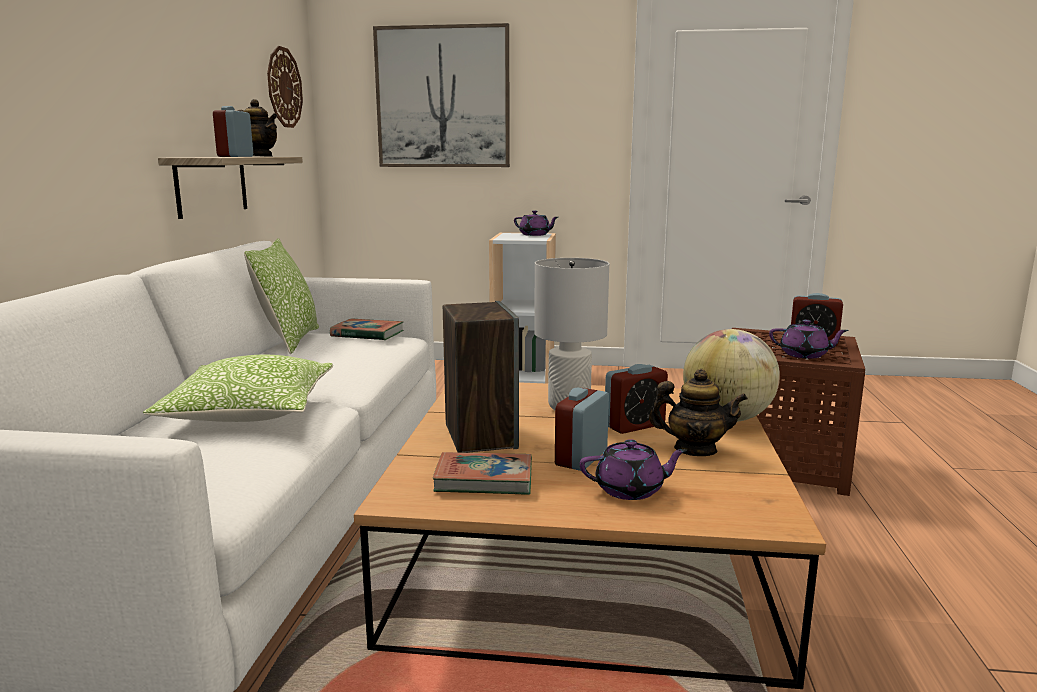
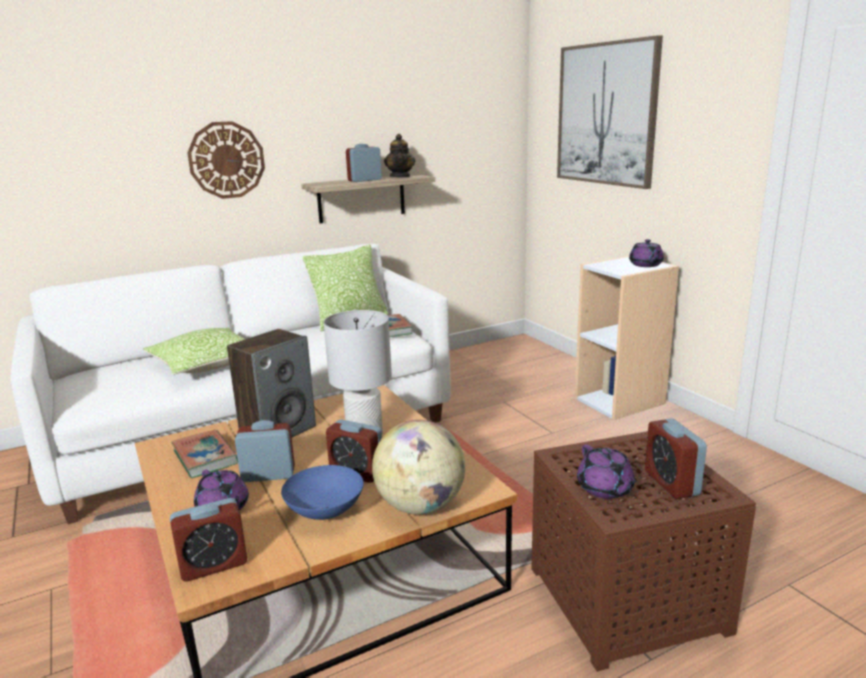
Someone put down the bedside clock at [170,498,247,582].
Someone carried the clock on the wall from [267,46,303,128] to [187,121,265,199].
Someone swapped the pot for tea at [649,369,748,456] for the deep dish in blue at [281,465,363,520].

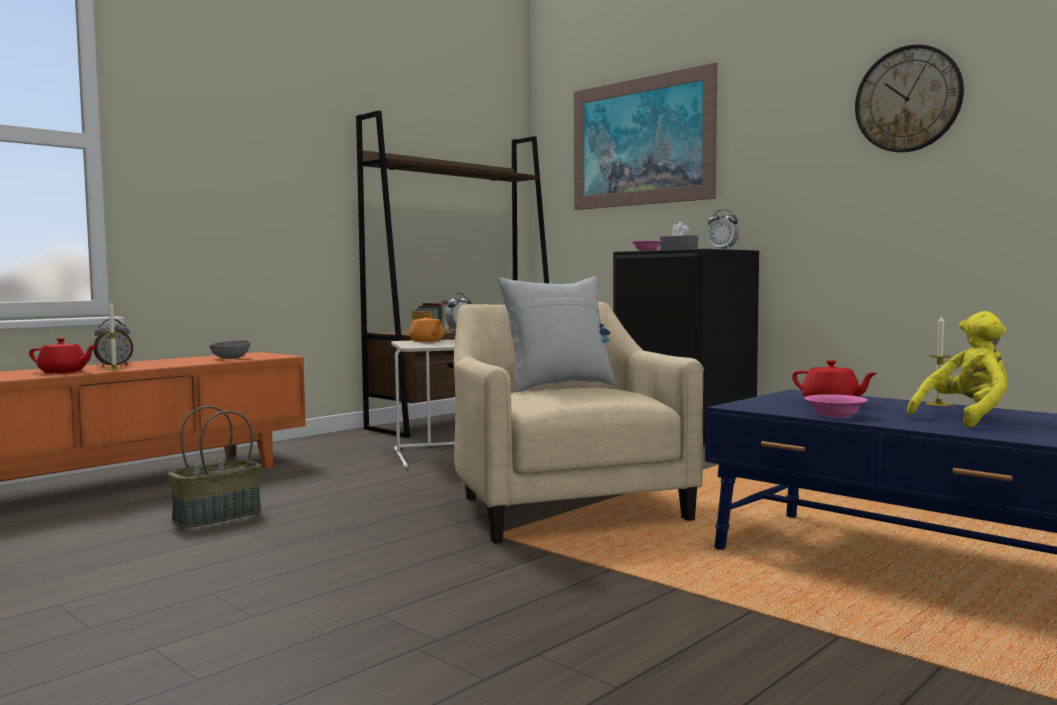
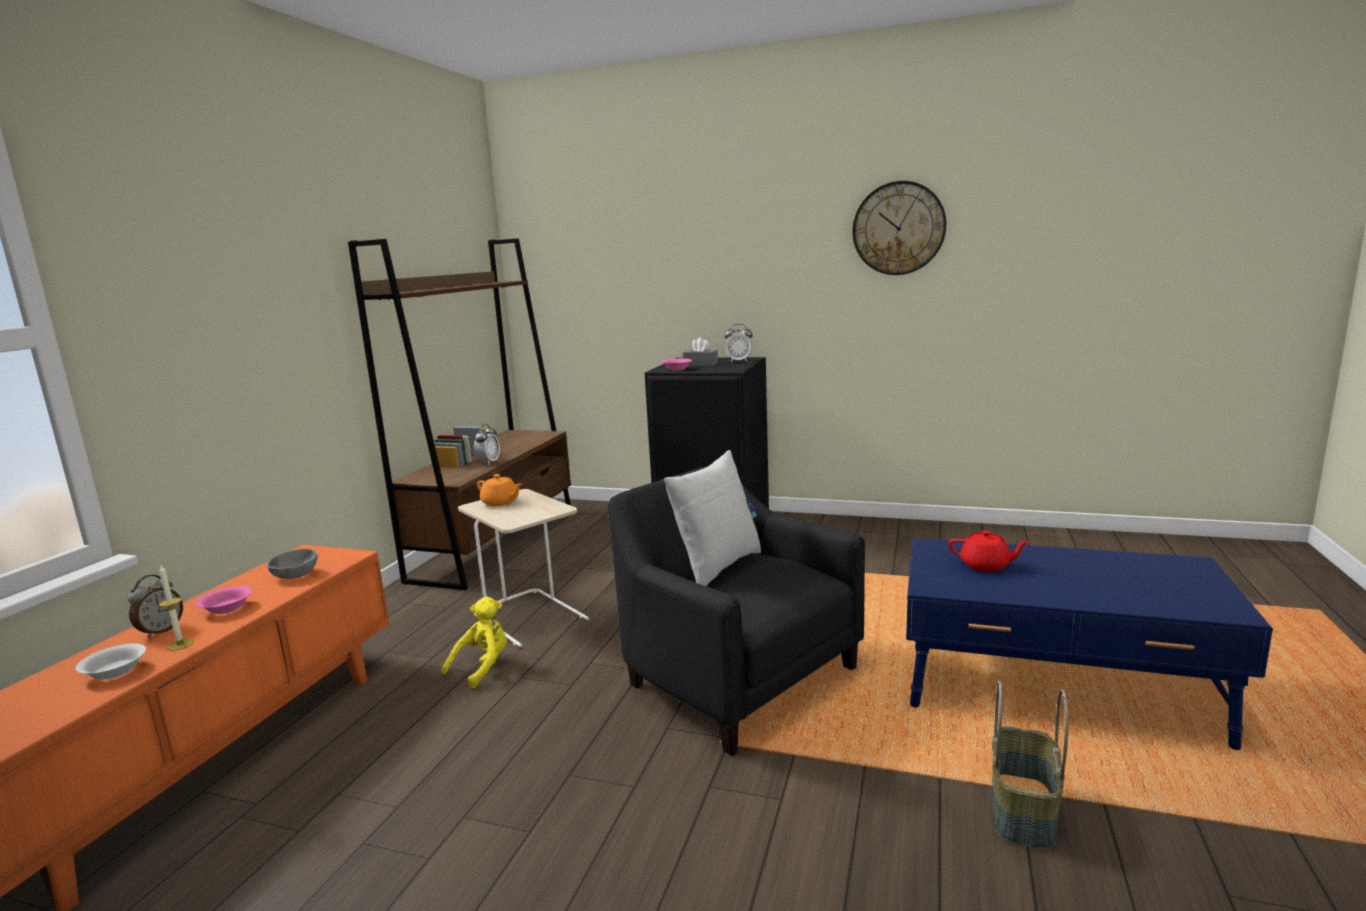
Someone took away the wall picture at [574,62,717,210].
Someone took away the candle at [925,315,952,406].
Someone carried the household basket from [168,406,262,528] to [992,681,1068,850].
Someone carried the deep dish in pinkish from [804,394,868,418] to [196,586,252,614].
Someone carried the soft toy in yellowish from [907,311,1008,428] to [442,596,507,688].
Someone swapped the pot for tea in red at [29,338,97,373] for the deep dish in white-coloured at [76,643,146,680].
Someone repainted the armchair in beige-coloured at [453,302,704,543], which became the armchair in black-coloured at [608,465,865,756].

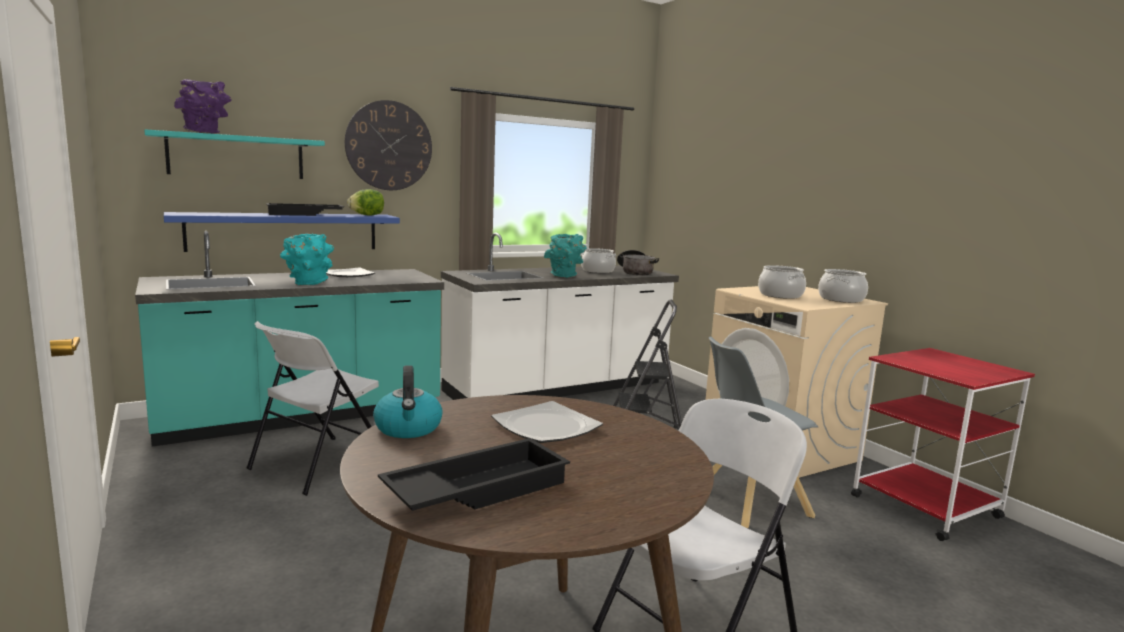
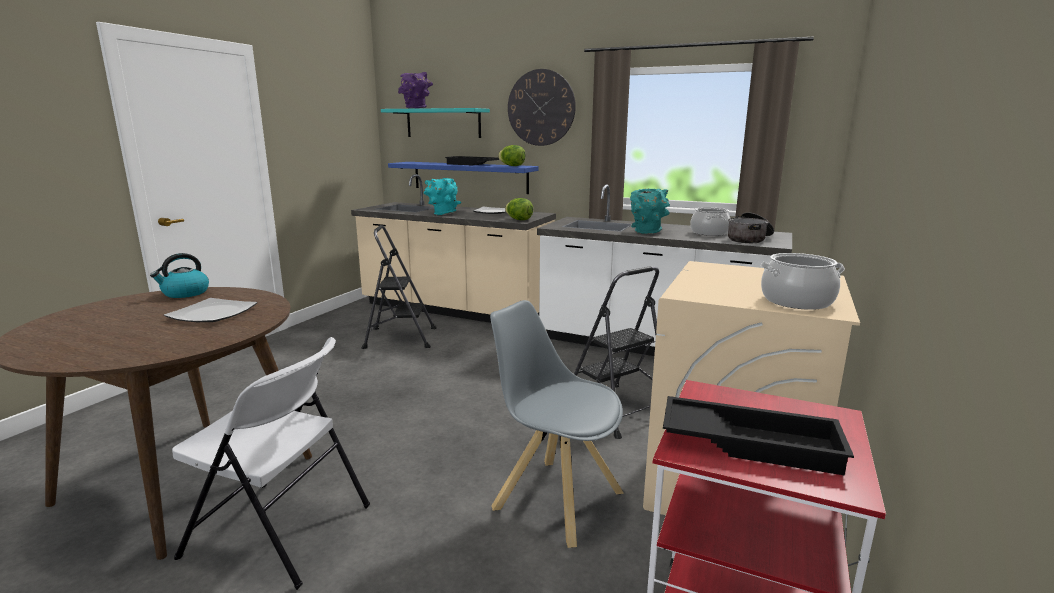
Someone took away the saucepot at [758,265,806,299].
Someone put down the lettuce head at [505,198,533,220].
Someone carried the carrying tray in black-coloured from [378,438,570,511] to [663,396,854,476].
Someone swapped the chair in white-coloured at [247,321,379,496] for the step stool in black-coloured at [361,225,437,349].
Someone repainted the kitchen counter in blue-green at [135,231,444,447], which became the kitchen counter in beige-coloured at [351,174,556,323].

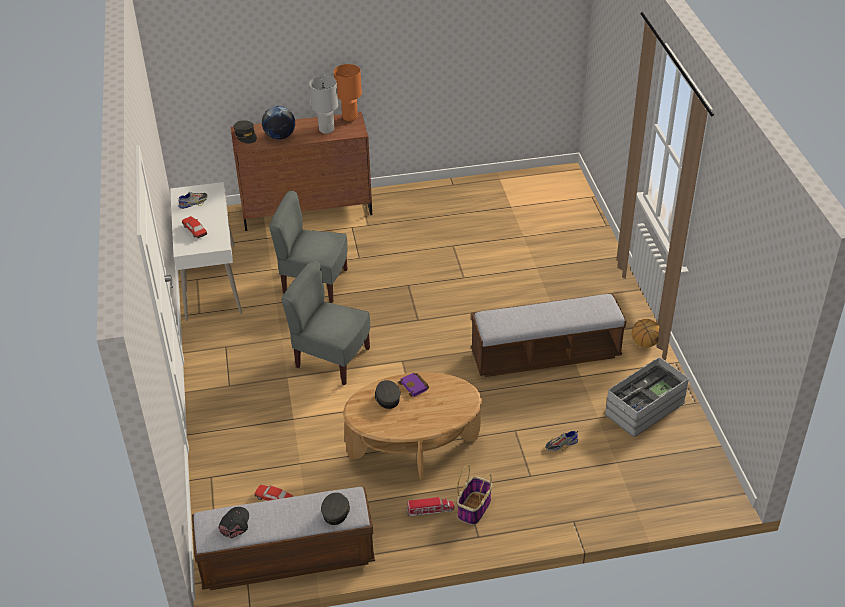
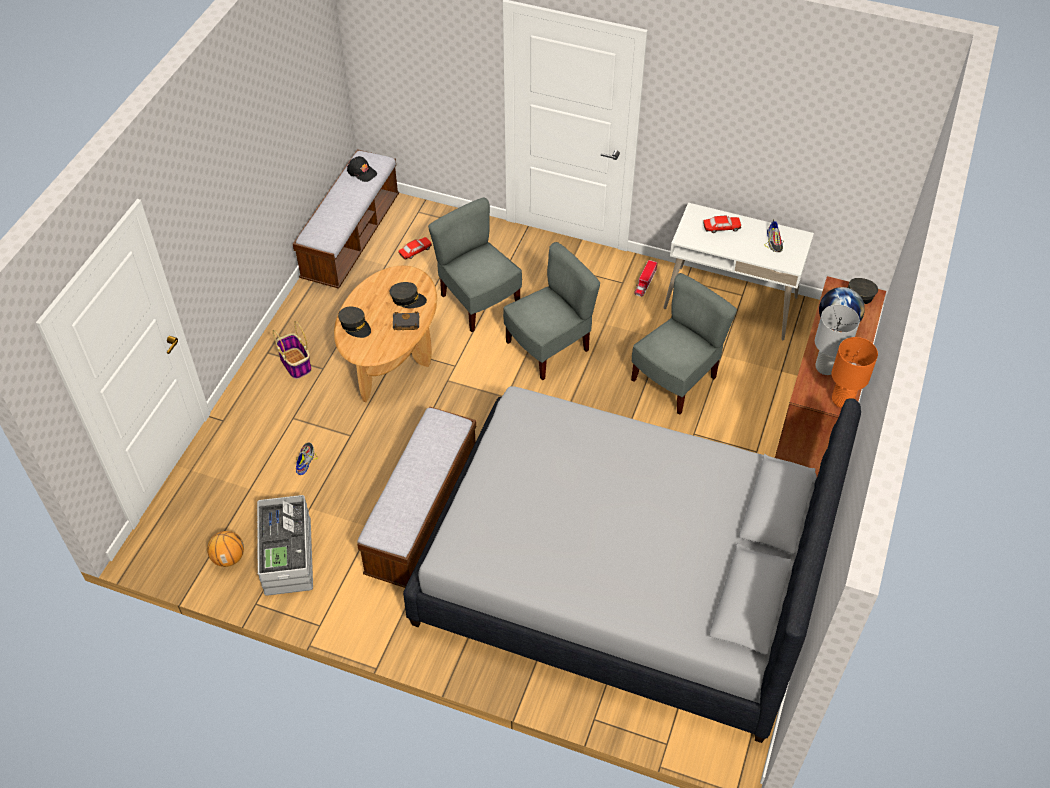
Someone put down the bedroom bed in gray at [403,386,861,743].
Someone put down the chair in gray at [428,197,522,332].
Someone carried the peaked cap in gray from [321,492,350,525] to [338,307,371,338].
Someone carried the toy lorry from [406,497,455,516] to [634,260,657,297].
Someone carried the basketball from [632,319,659,348] to [207,531,244,567].
Someone repainted the book in purple-coloured at [398,373,429,397], which became the book in black-coloured at [393,312,419,330].

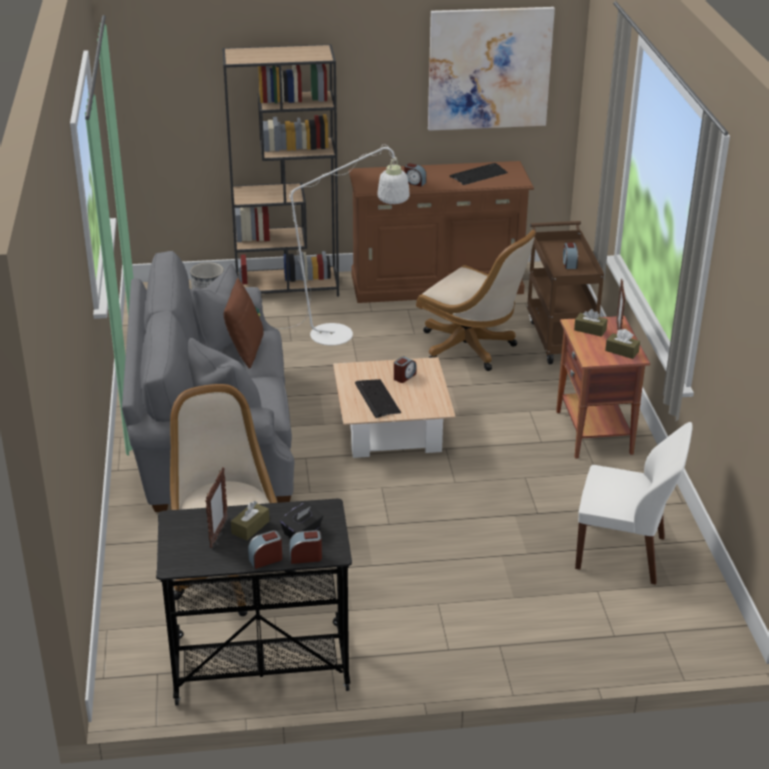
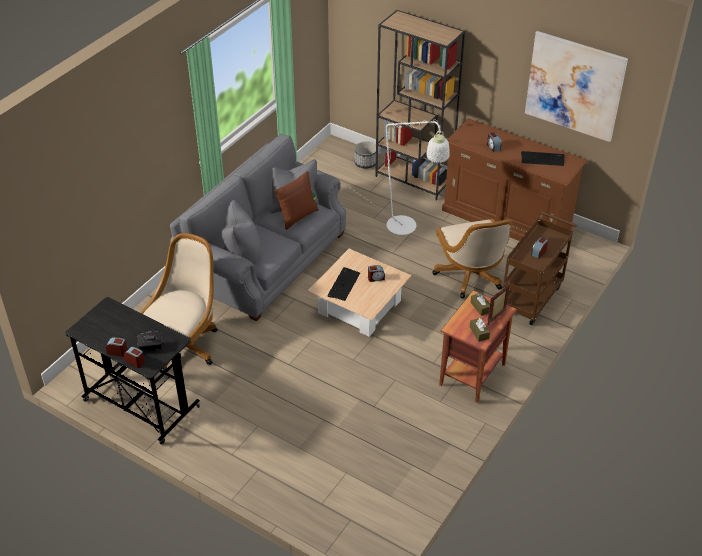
Someone took away the picture frame at [205,467,228,548].
Someone took away the box of tissues in brown-coloured at [231,501,270,540].
Someone took away the chair in white-coloured at [575,422,693,585].

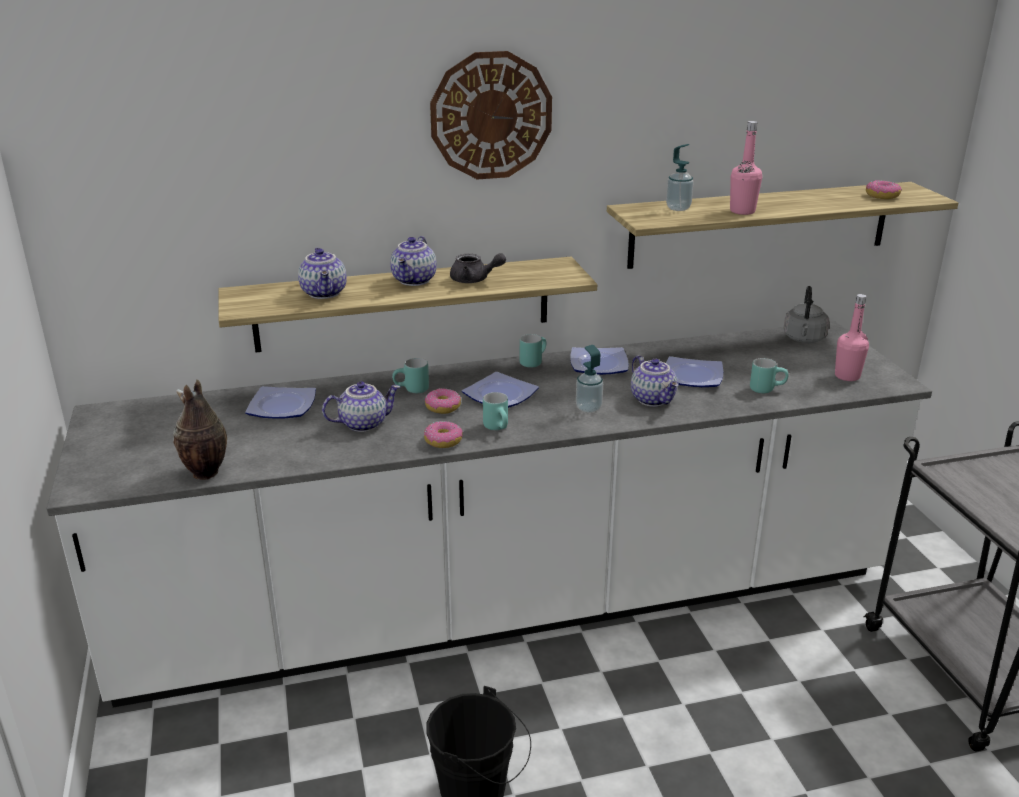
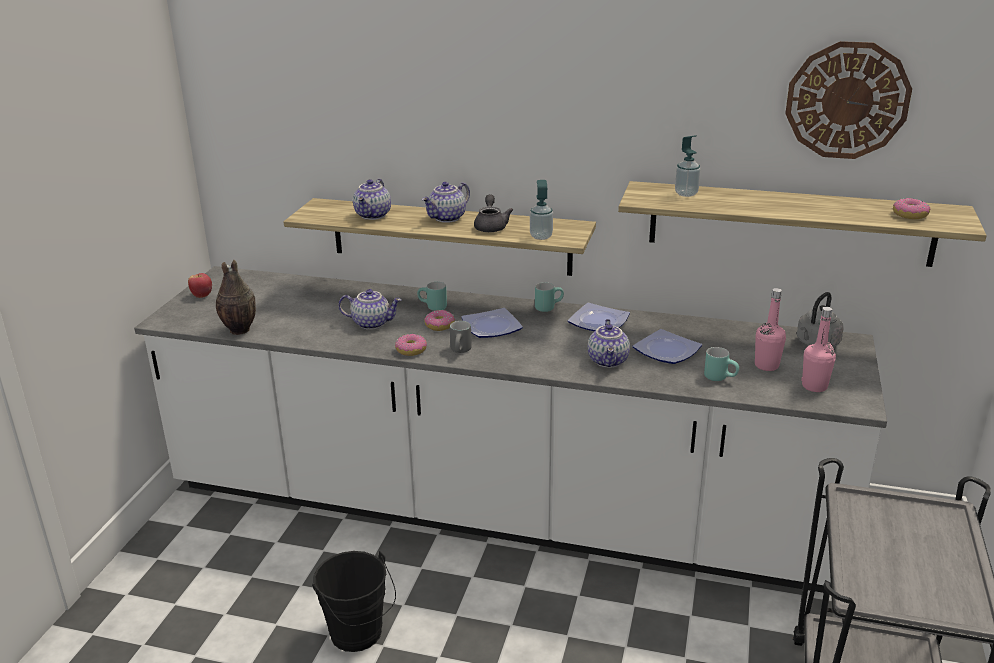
Someone took away the dinner plate at [245,386,316,419].
Someone put down the whole apple at [188,273,212,298].
Someone carried the clock on the wall from [430,51,552,179] to [785,41,912,159].
Someone carried the soap dispenser from [576,345,603,413] to [530,180,553,240].
Someone carried the bottle in pinkish from [730,121,762,215] to [755,288,786,371].
Someone repainted the tea mug in blue-green at [483,392,508,430], which became the tea mug in gray at [450,321,472,353].
Someone rotated the pot for tea in gray at [450,253,506,283] by 135 degrees counterclockwise.

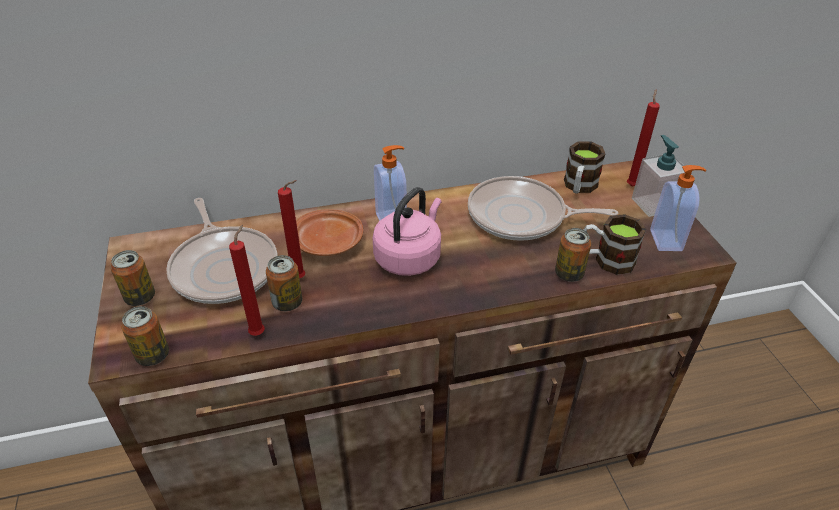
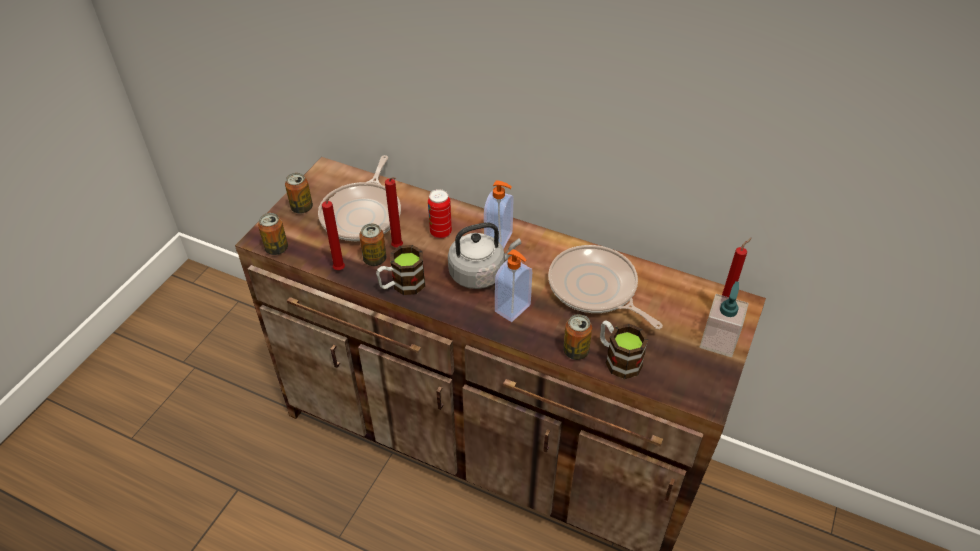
Someone carried the tea mug from [564,141,606,194] to [376,245,425,295].
Someone carried the soap dispenser from [650,165,706,251] to [495,249,532,322].
Someone swapped the dinner plate in brown-coloured at [296,209,363,256] for the metal can at [428,189,452,239].
Someone repainted the water kettle in pinkish at [373,187,441,276], which became the water kettle in gray at [448,222,521,289].

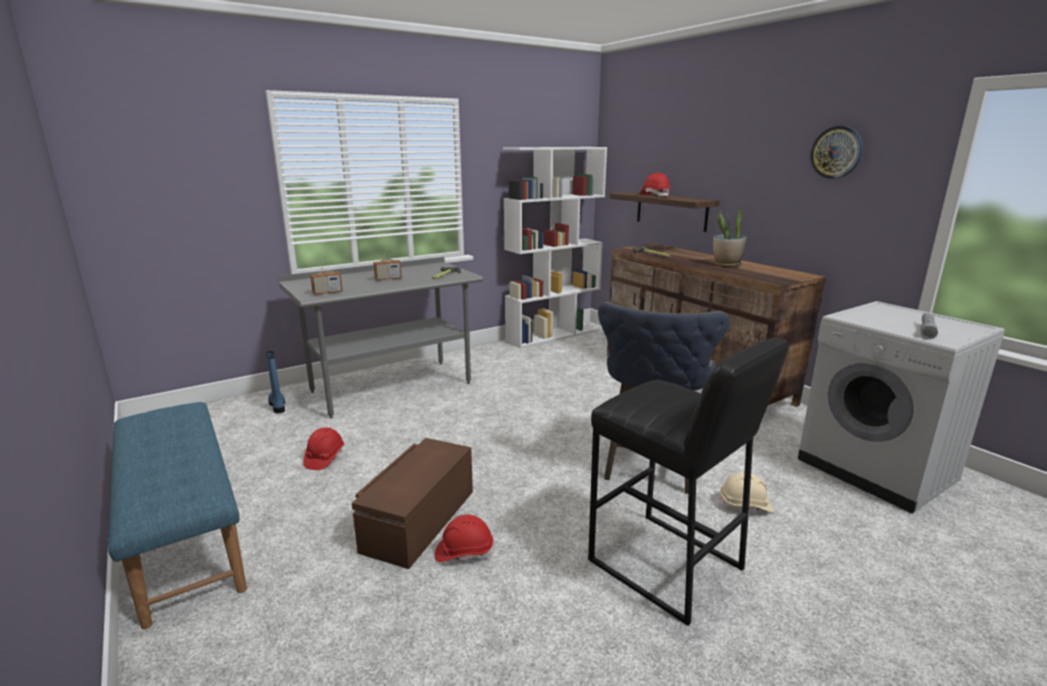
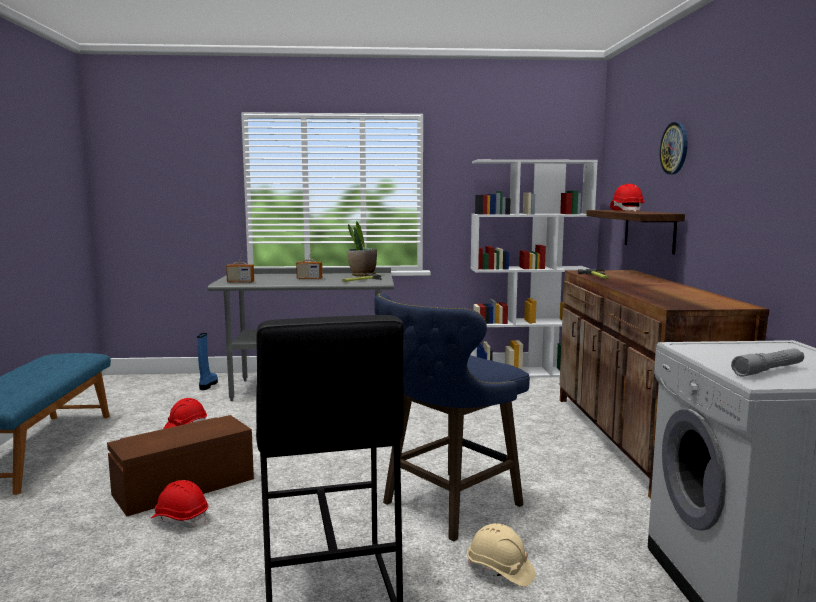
Someone carried the houseplant from [713,206,747,267] to [347,221,377,276].
Someone carried the clock on the wall from [810,126,863,179] to [660,122,688,175].

